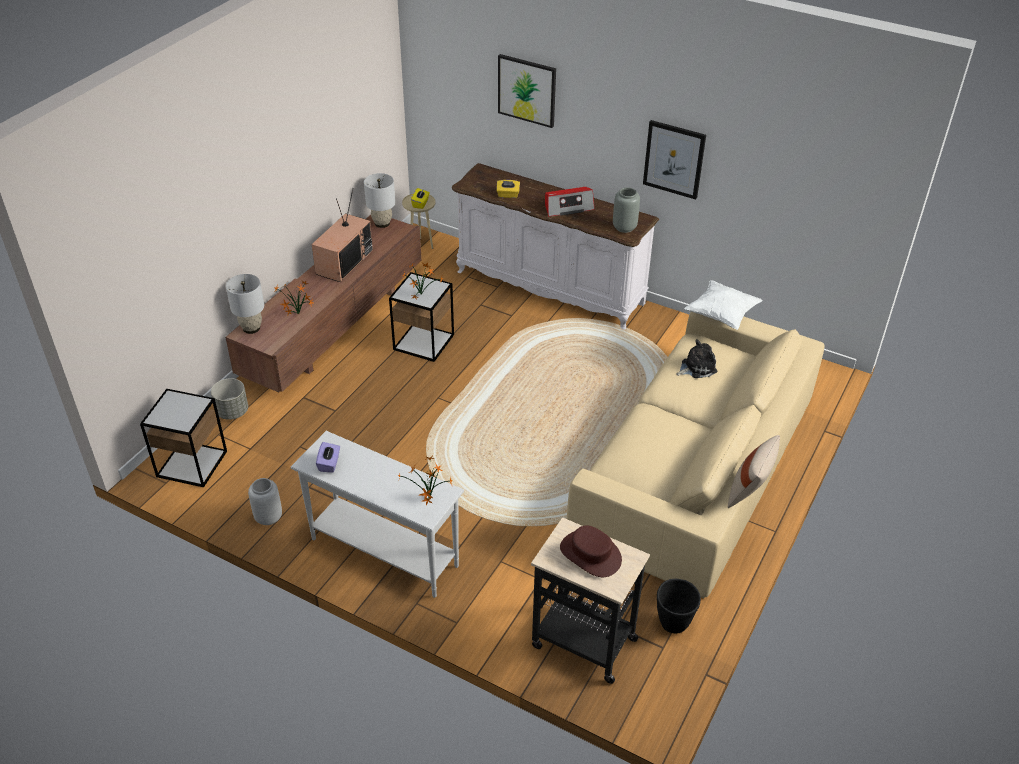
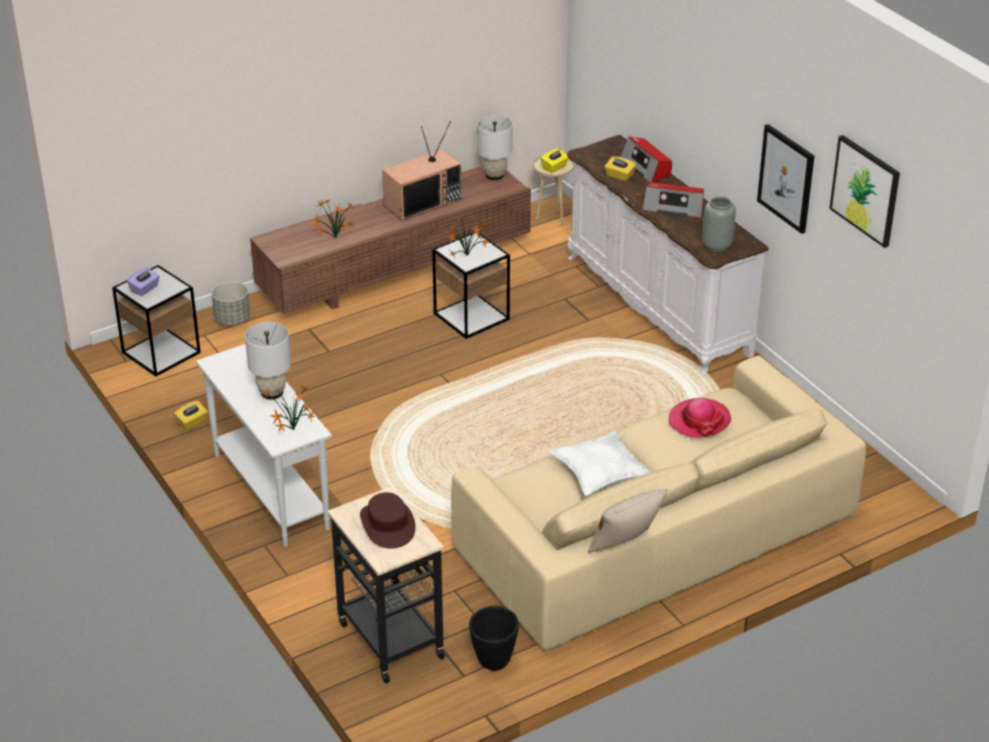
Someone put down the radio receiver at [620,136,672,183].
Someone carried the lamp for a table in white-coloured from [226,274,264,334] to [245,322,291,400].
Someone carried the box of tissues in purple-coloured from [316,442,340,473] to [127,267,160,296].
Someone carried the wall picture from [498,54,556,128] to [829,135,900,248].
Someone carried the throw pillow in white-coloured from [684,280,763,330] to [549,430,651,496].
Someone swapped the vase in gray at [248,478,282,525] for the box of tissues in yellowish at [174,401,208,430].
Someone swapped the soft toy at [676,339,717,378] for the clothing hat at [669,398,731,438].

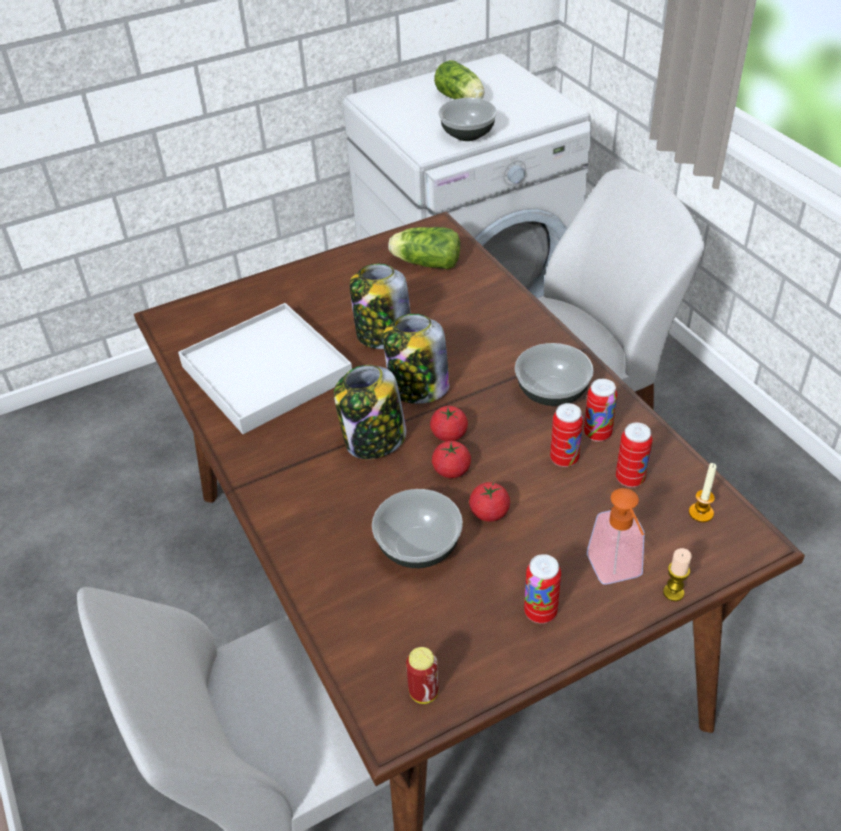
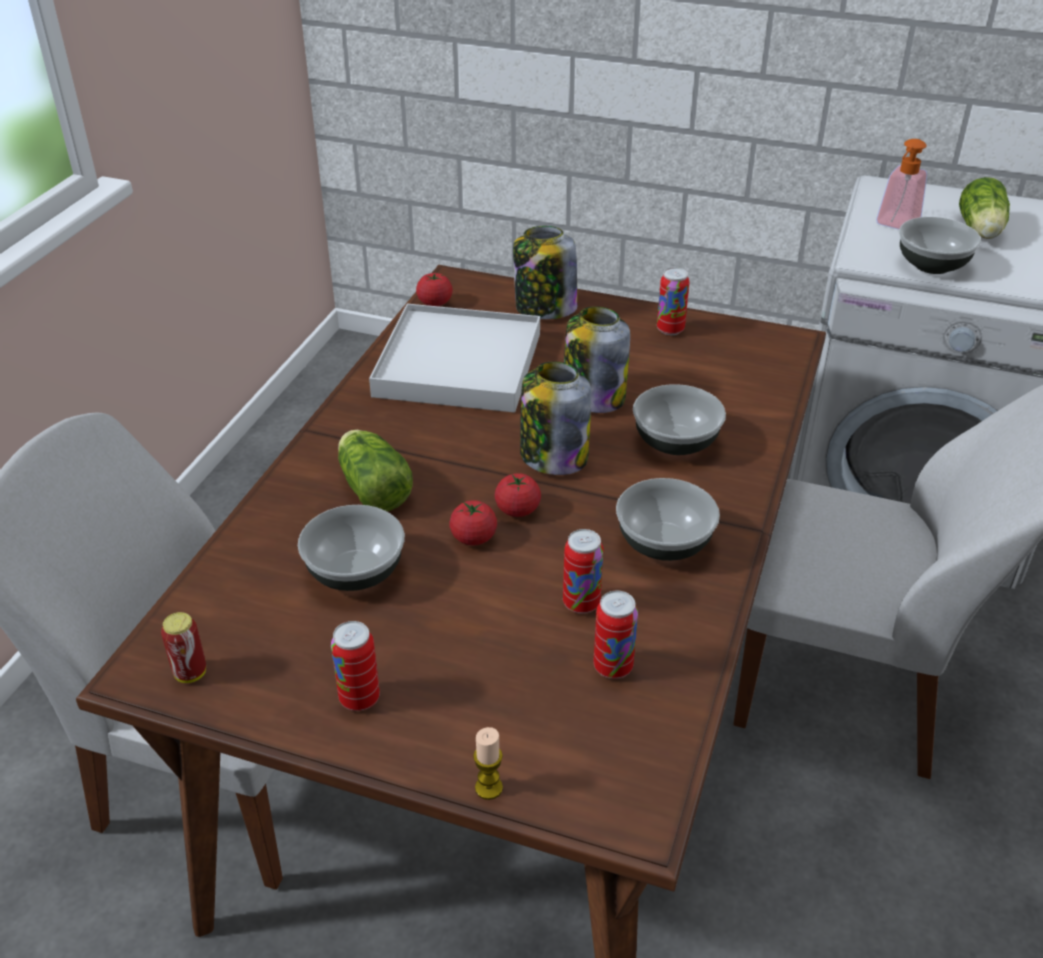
Someone took away the candle at [689,463,716,522].
Someone put down the deep dish at [633,384,726,455].
Someone carried the jar from [334,365,406,459] to [513,226,578,319].
Someone carried the lettuce head from [388,227,460,269] to [338,430,413,511].
Someone carried the tomato from [469,481,510,522] to [416,273,453,306].
Someone carried the metal can from [584,379,617,442] to [657,267,690,335].
Someone carried the soap dispenser from [587,488,644,585] to [876,139,927,230].

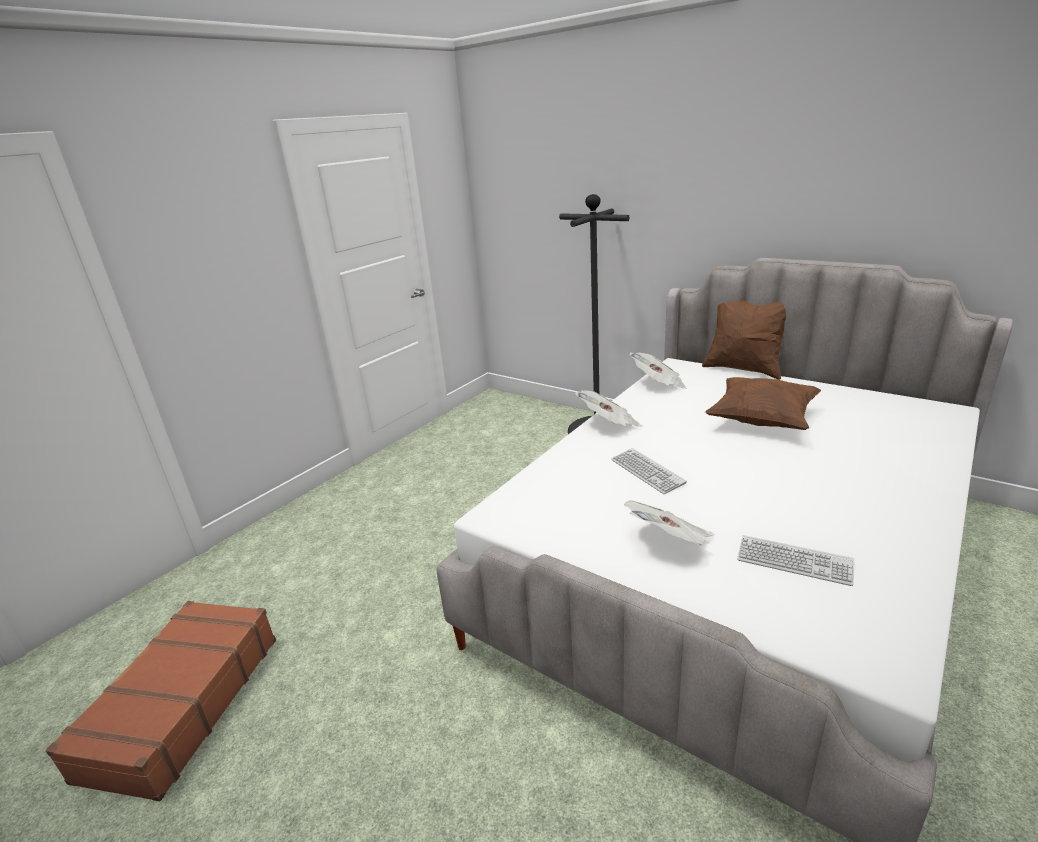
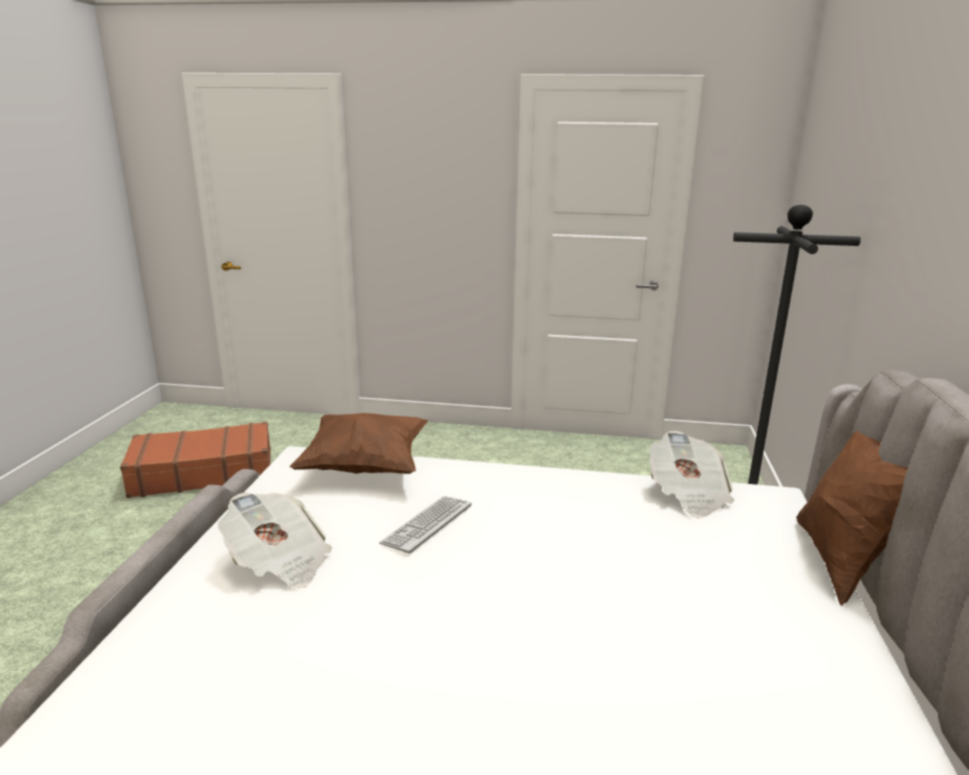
Someone took away the printed paper at [575,390,642,427].
Someone took away the keyboard at [737,535,854,586].
Someone carried the throw pillow in brown-coloured from [705,377,821,430] to [290,413,428,474].

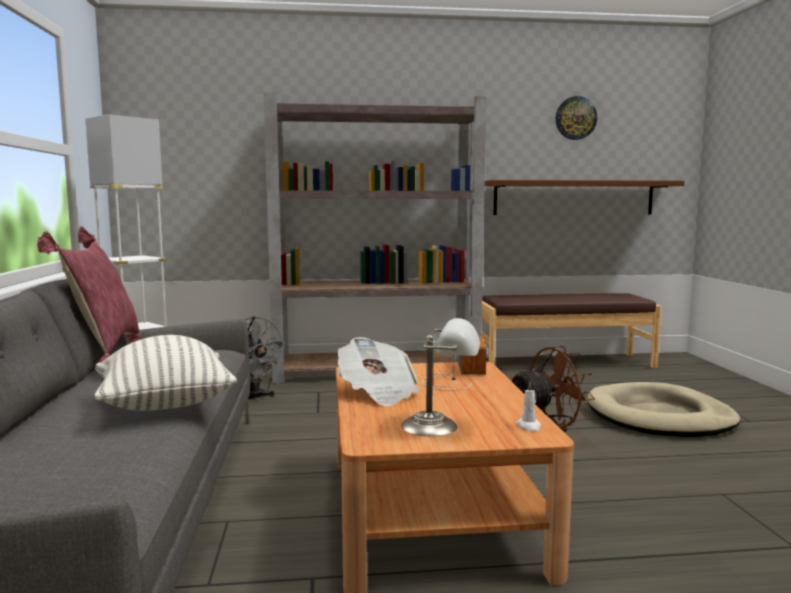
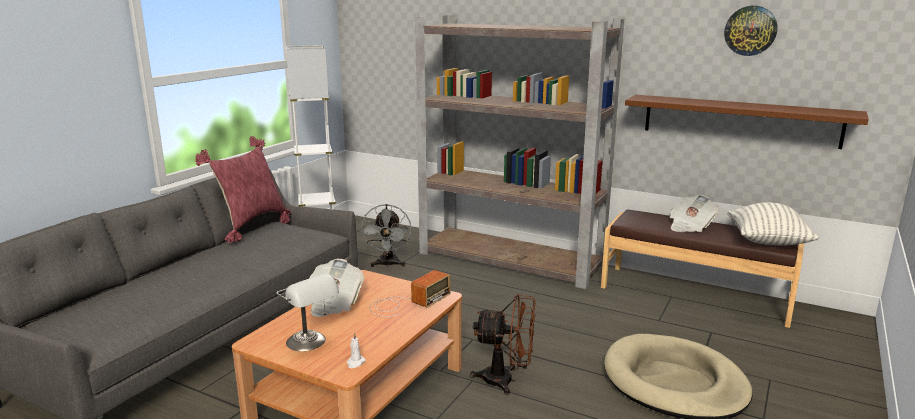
Someone put down the printed paper at [670,195,719,232].
Someone carried the throw pillow from [94,335,237,411] to [727,202,819,245].

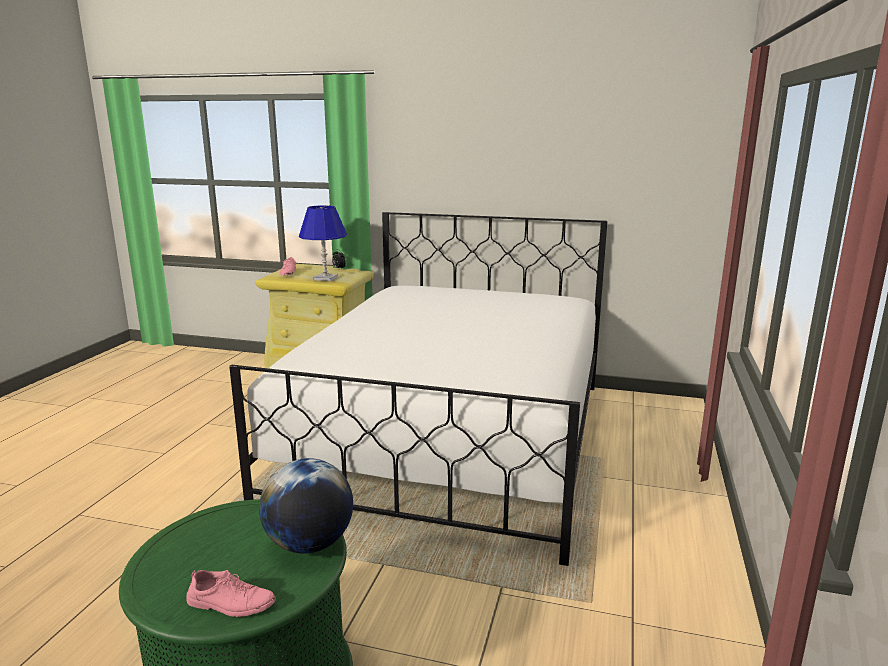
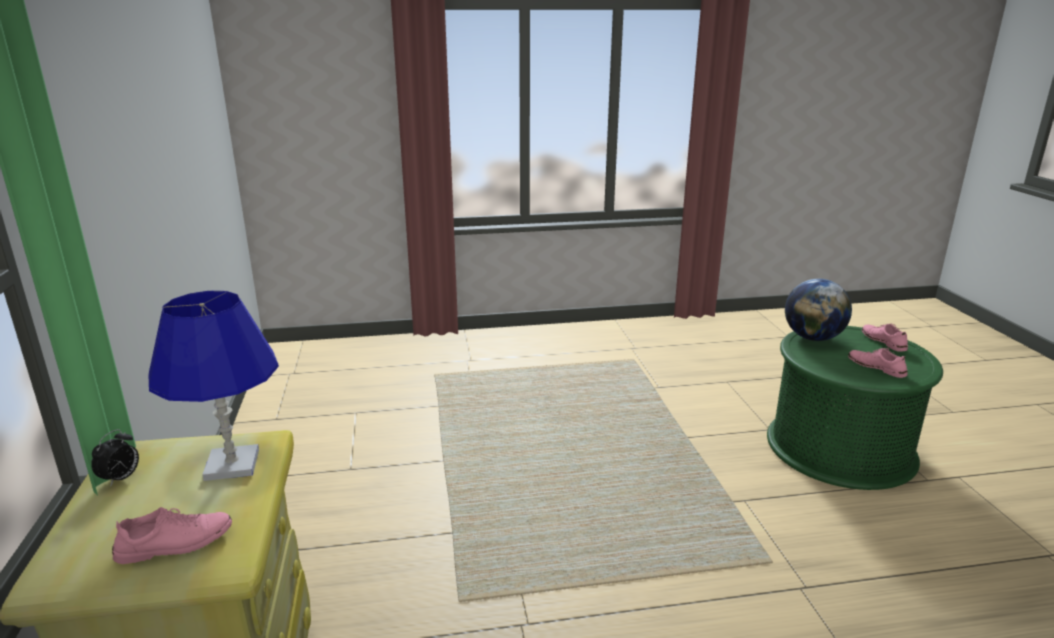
Someone took away the bedroom bed in white-coloured at [229,212,607,566].
Someone put down the item of footwear in pinkish at [848,348,908,378].

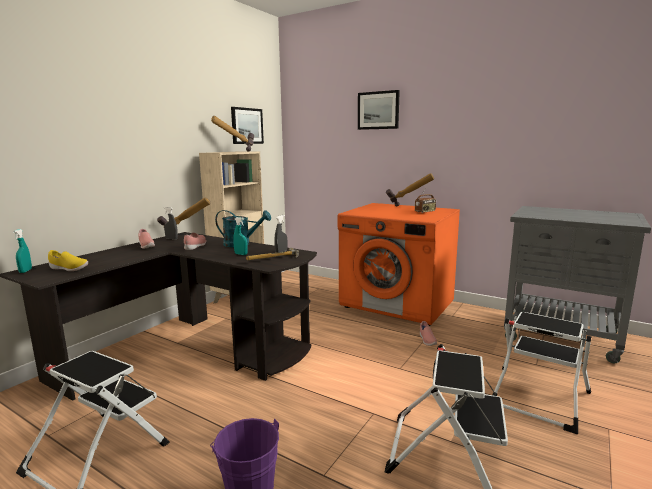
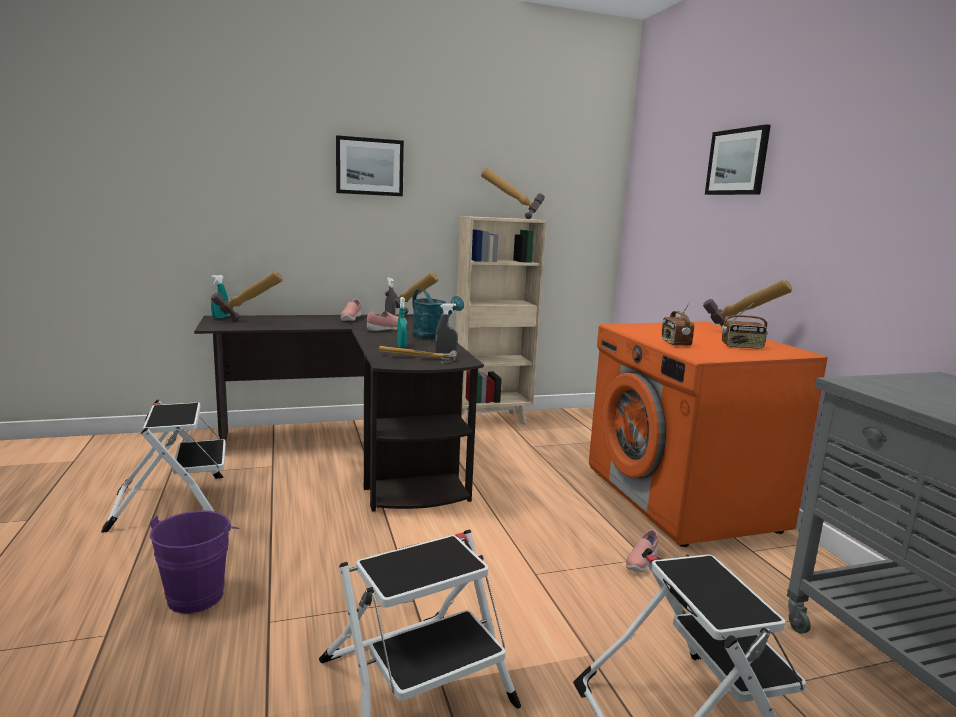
Someone put down the radio receiver at [661,301,694,347].
Someone carried the wall picture from [231,107,264,144] to [336,135,404,196].
Someone swapped the item of footwear in yellowish at [48,250,88,271] for the tool hammer at [211,271,283,320].

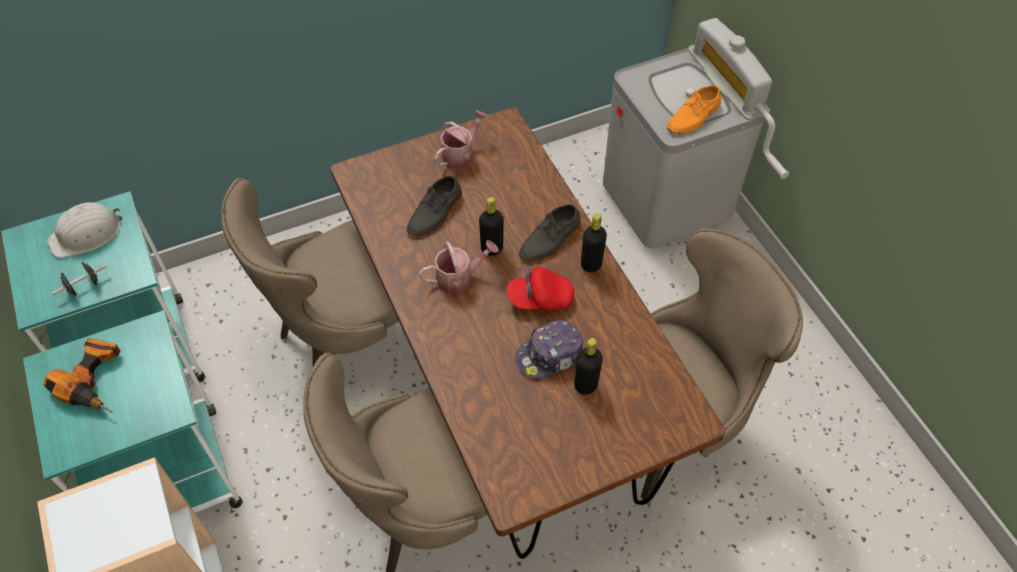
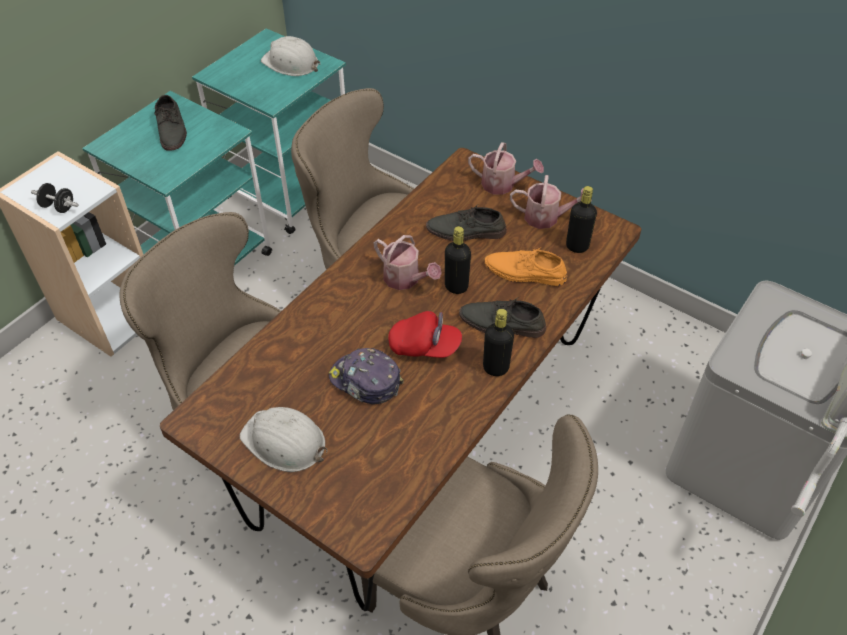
Someone put down the hard hat in white-coloured at [240,407,328,472].
Someone put down the sprinkling can at [468,142,544,195].
Someone carried the hand weight in black-coloured from [52,262,107,296] to [31,183,78,213].
Someone carried the bottle in black-coloured from [574,338,603,395] to [566,186,597,253].
Someone carried the item of footwear in orangey from [667,85,721,134] to [485,247,567,286].
Someone swapped the drill at [43,338,120,413] for the item of footwear in gray at [154,95,187,151].
Someone rotated the peaked cap in red at [507,267,574,310] by 135 degrees clockwise.

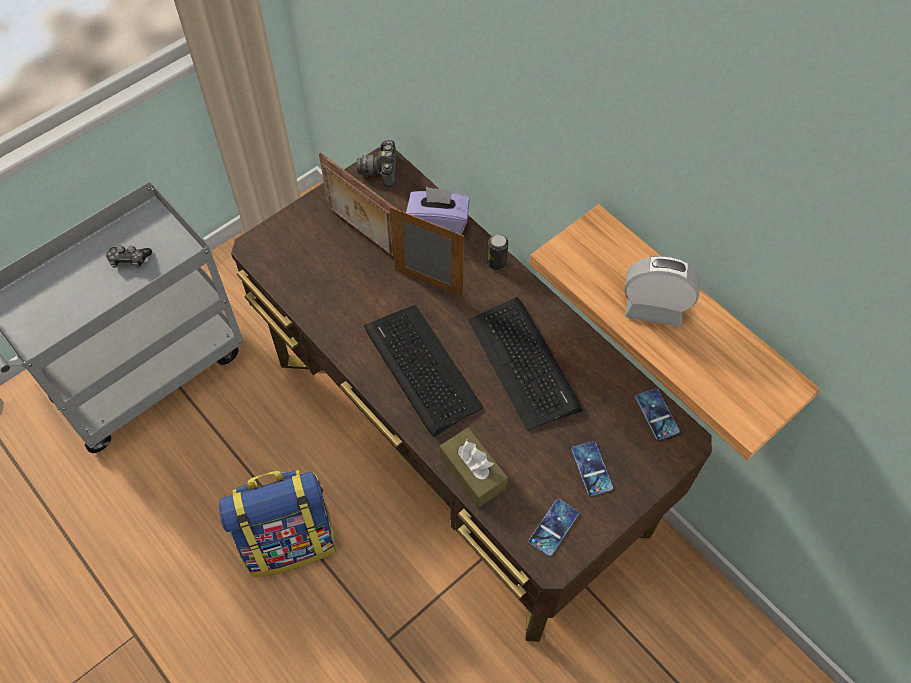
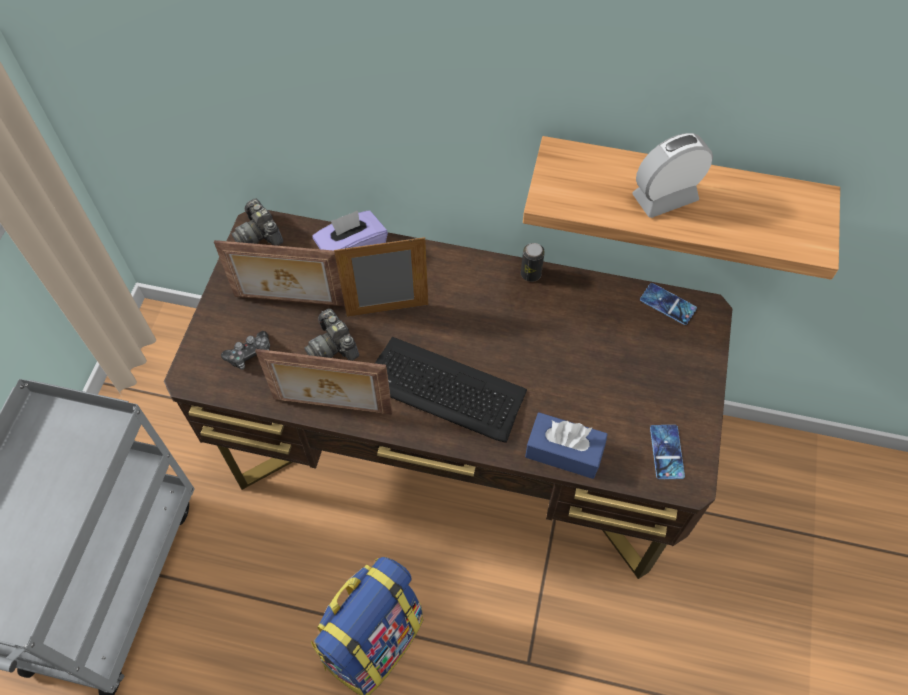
Someone took away the keyboard at [468,297,582,431].
Someone took away the handset at [571,441,613,496].
Someone put down the picture frame at [255,349,392,414].
Someone put down the still camera at [305,308,359,361].
Someone carried the gamepad from [106,245,152,268] to [221,331,270,370].
Someone carried the metal can from [487,234,508,270] to [521,243,545,282].
Someone repainted the box of tissues in brown-coloured at [440,428,508,508], which became the box of tissues in blue at [525,412,608,479].

